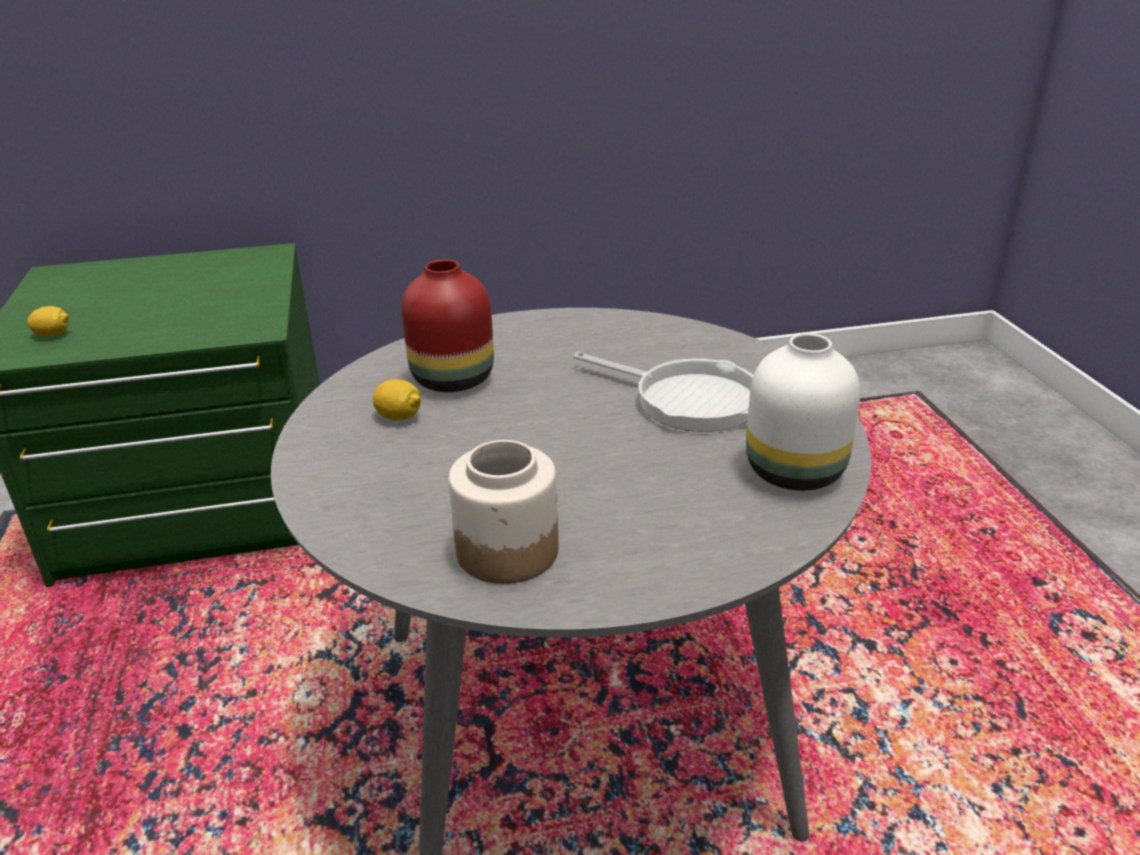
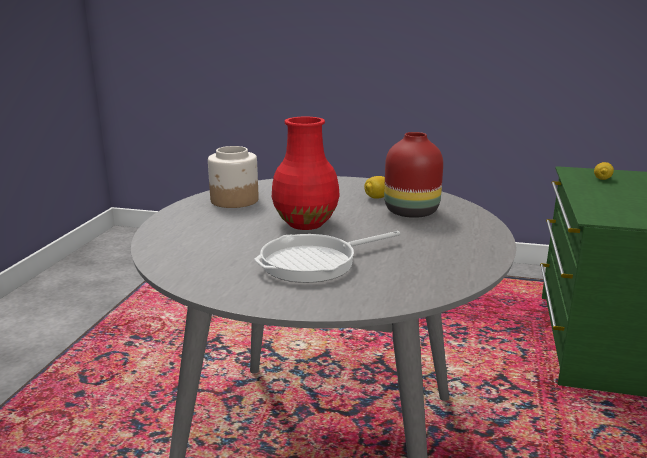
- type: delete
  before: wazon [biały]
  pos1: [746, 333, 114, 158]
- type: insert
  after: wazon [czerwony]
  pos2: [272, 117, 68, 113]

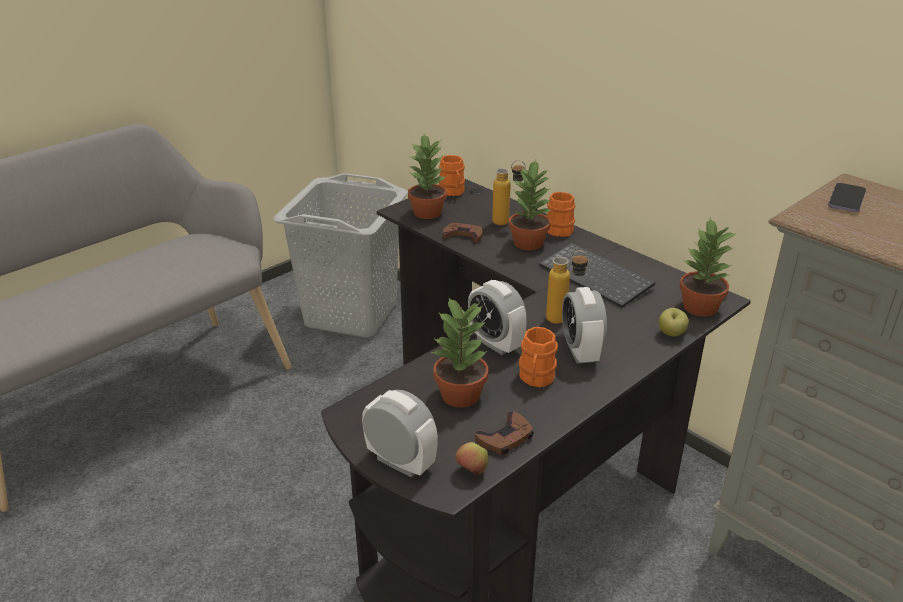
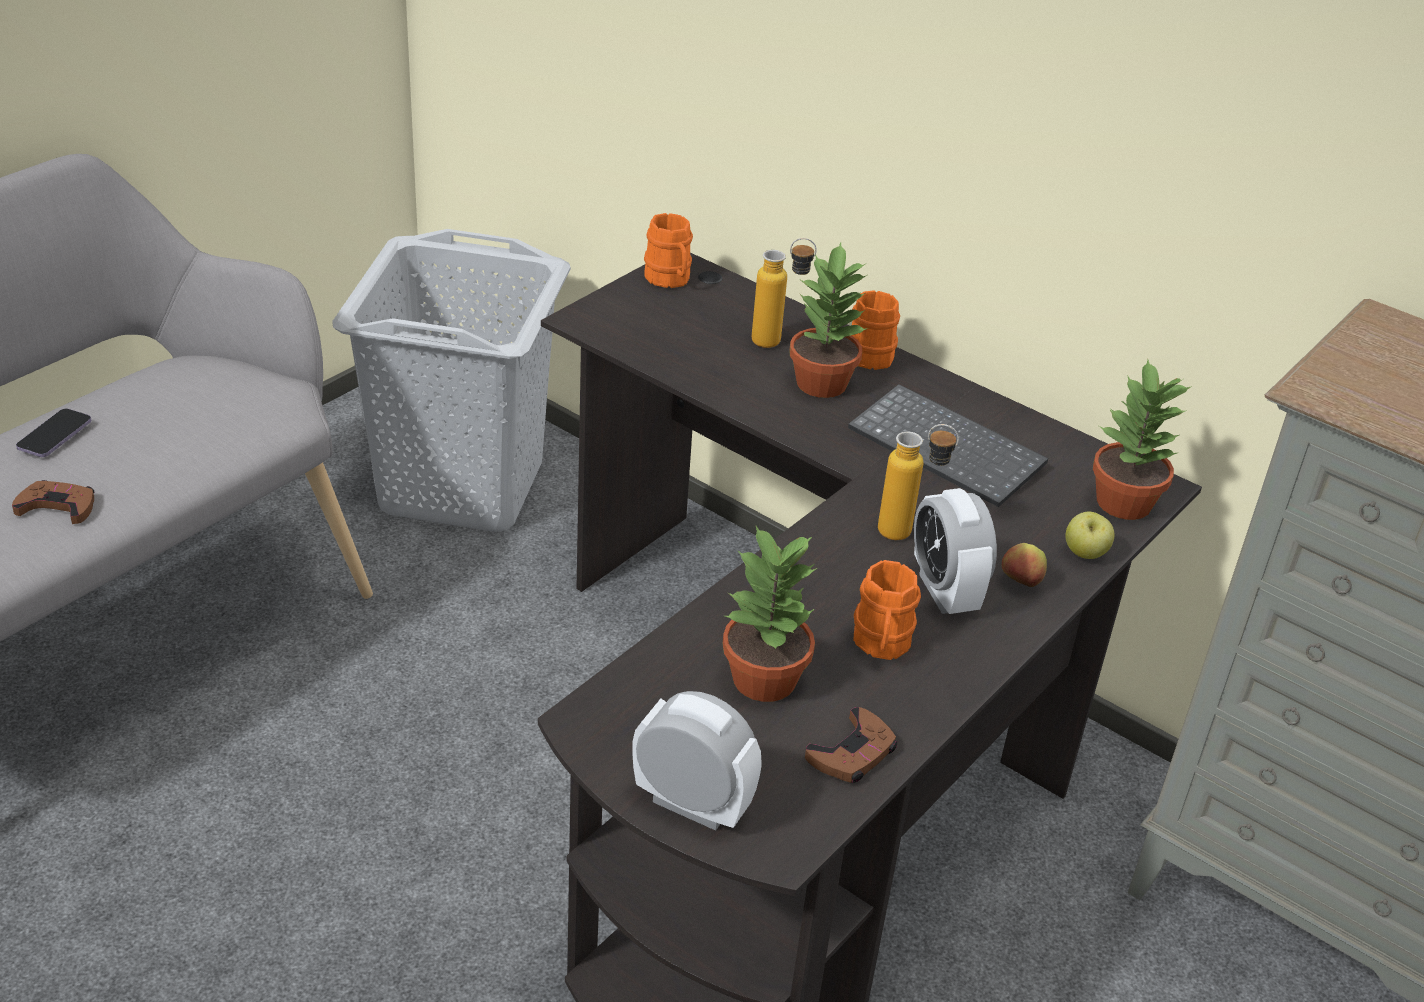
- type: delete
  before: roślina doniczkowa
  pos1: [408, 134, 39, 85]
- type: move
  before: pad do gier [brązowy]
  pos1: [443, 223, 39, 19]
  pos2: [12, 480, 82, 44]
- type: move
  before: jabłko
  pos1: [455, 442, 33, 33]
  pos2: [1002, 543, 45, 44]
- type: delete
  before: budzik
  pos1: [468, 280, 59, 75]
- type: move
  before: telefon
  pos1: [828, 183, 38, 29]
  pos2: [16, 409, 76, 48]

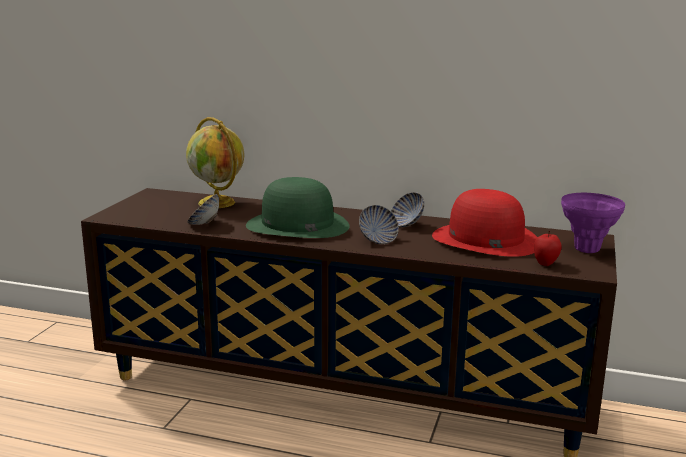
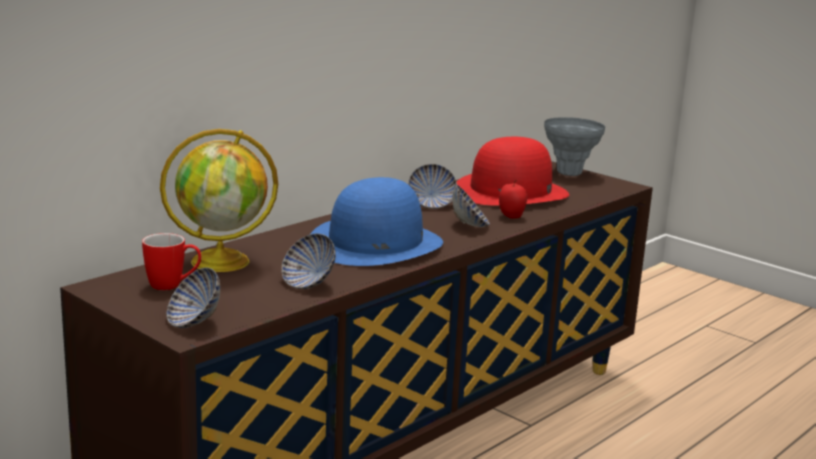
- type: recolor
  before: kapelusz [zielony]
  after: kapelusz [niebieski]
  pos1: [246, 177, 103, 61]
  pos2: [311, 177, 132, 89]
- type: move
  before: jabłko
  pos1: [534, 231, 28, 35]
  pos2: [499, 180, 28, 39]
- type: recolor
  before: wazon [fioletowy]
  after: wazon [szary]
  pos1: [561, 193, 64, 60]
  pos2: [544, 117, 61, 59]
- type: insert
  after: kubek
  pos2: [142, 233, 59, 57]
- type: insert
  after: miska
  pos2: [167, 267, 53, 61]

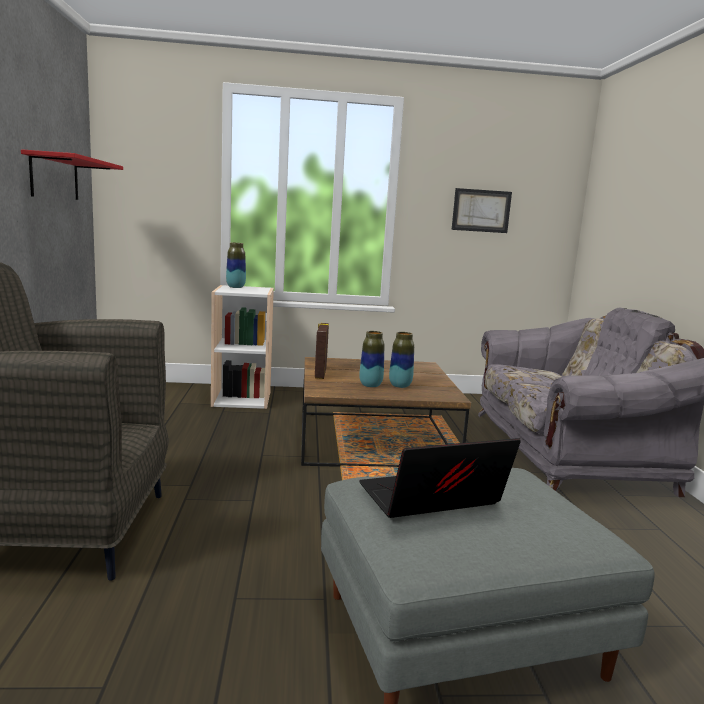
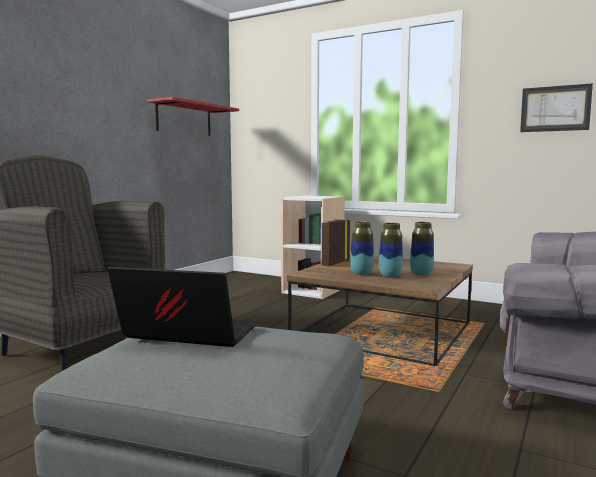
- type: move
  before: wazon
  pos1: [226, 243, 20, 45]
  pos2: [410, 222, 24, 54]

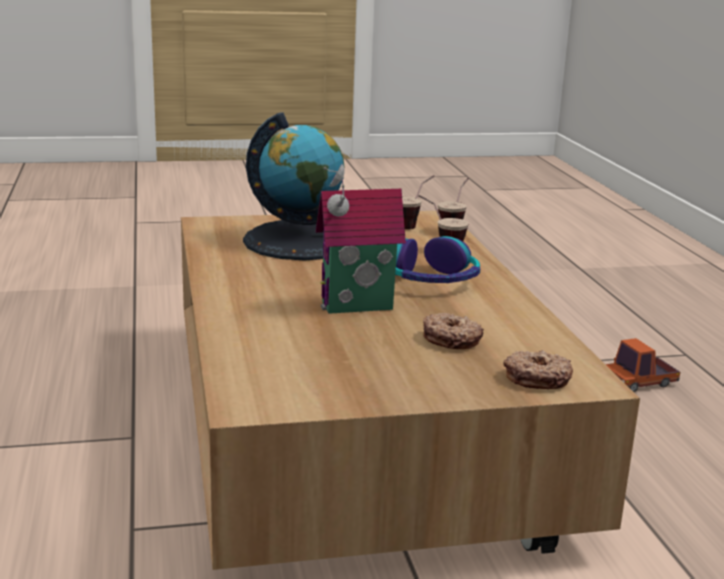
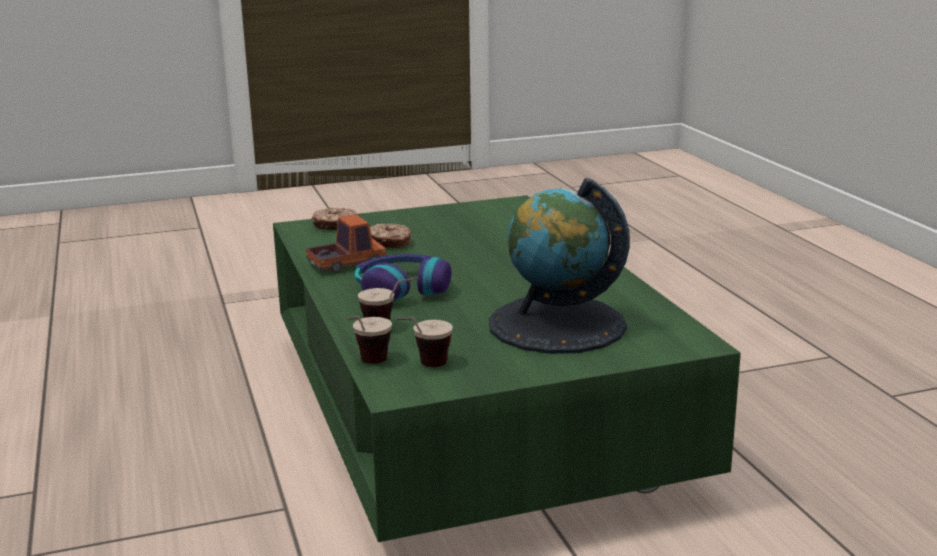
- type: recolor
  before: ława [brązowy]
  after: ława [zielony]
  pos1: [181, 211, 459, 359]
  pos2: [273, 195, 468, 347]
- type: delete
  before: domek
  pos1: [316, 164, 90, 150]
- type: move
  before: ciężarówka zabawkowa
  pos1: [605, 338, 75, 54]
  pos2: [306, 214, 80, 59]

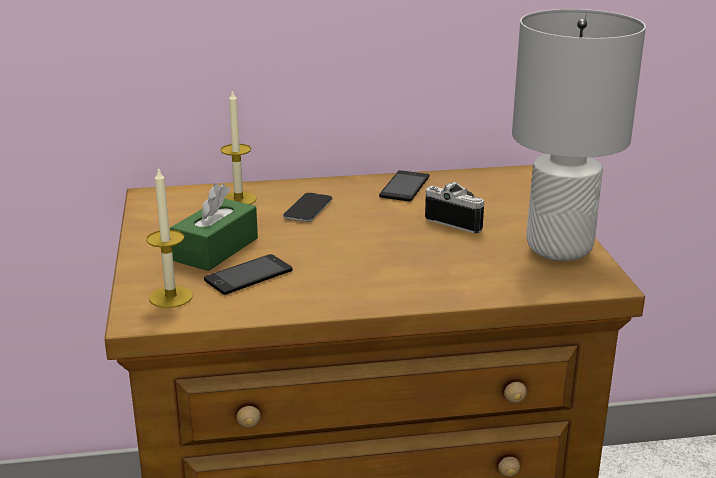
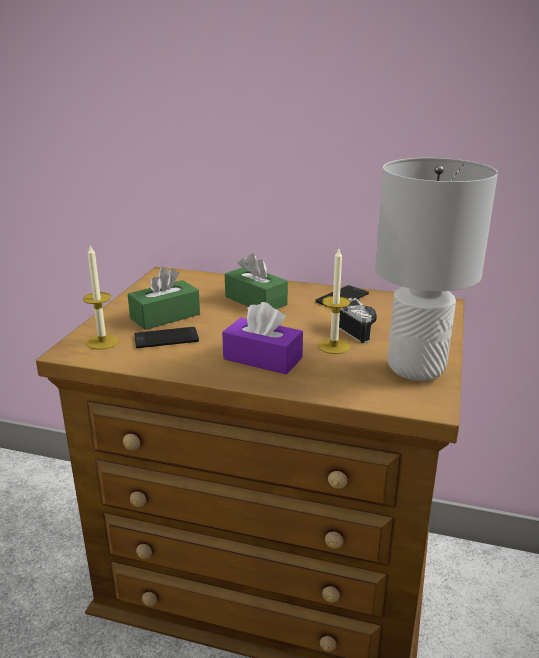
- type: move
  before: świeca
  pos1: [220, 89, 36, 116]
  pos2: [318, 249, 32, 105]
- type: replace
  before: telefon
  after: pudełko chusteczek [zielony]
  pos1: [283, 193, 49, 29]
  pos2: [225, 253, 63, 56]
- type: insert
  after: pudełko chusteczek [fioletowy]
  pos2: [222, 302, 81, 73]

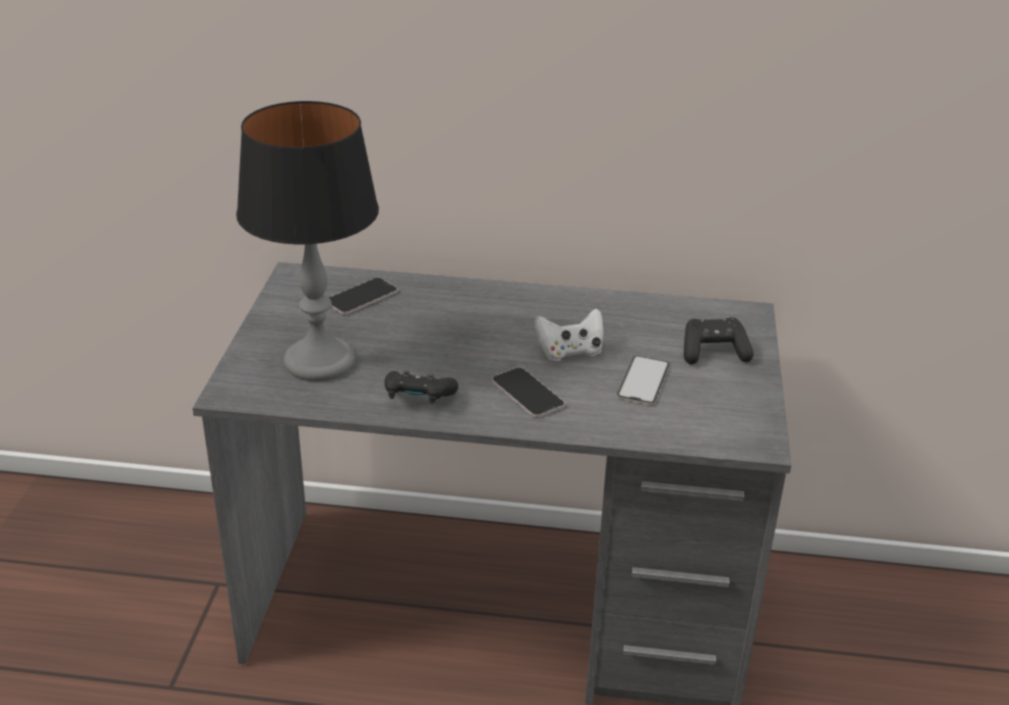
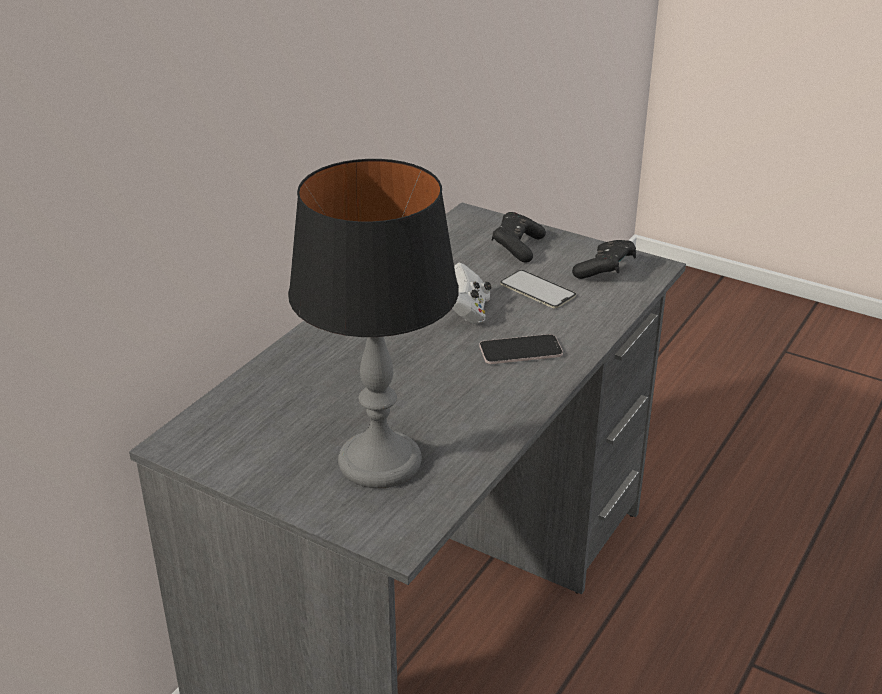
- type: delete
  before: telefon
  pos1: [329, 277, 69, 37]
- type: move
  before: pad do gier [czarny]
  pos1: [384, 370, 74, 34]
  pos2: [572, 240, 64, 39]

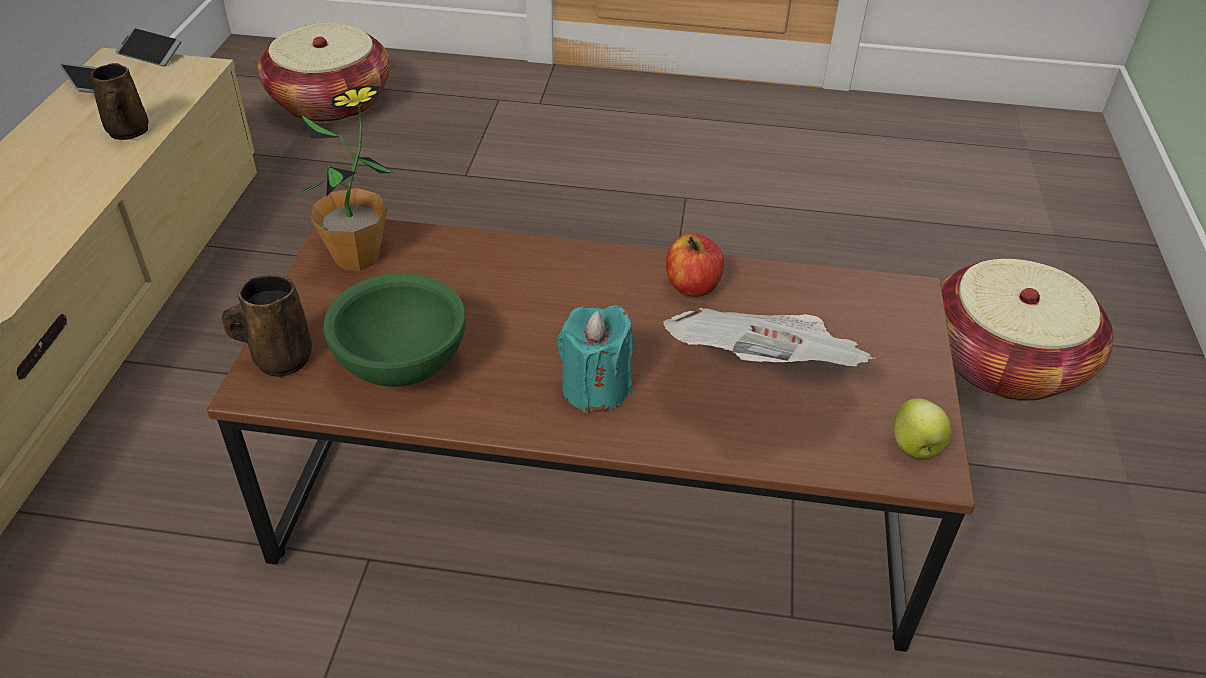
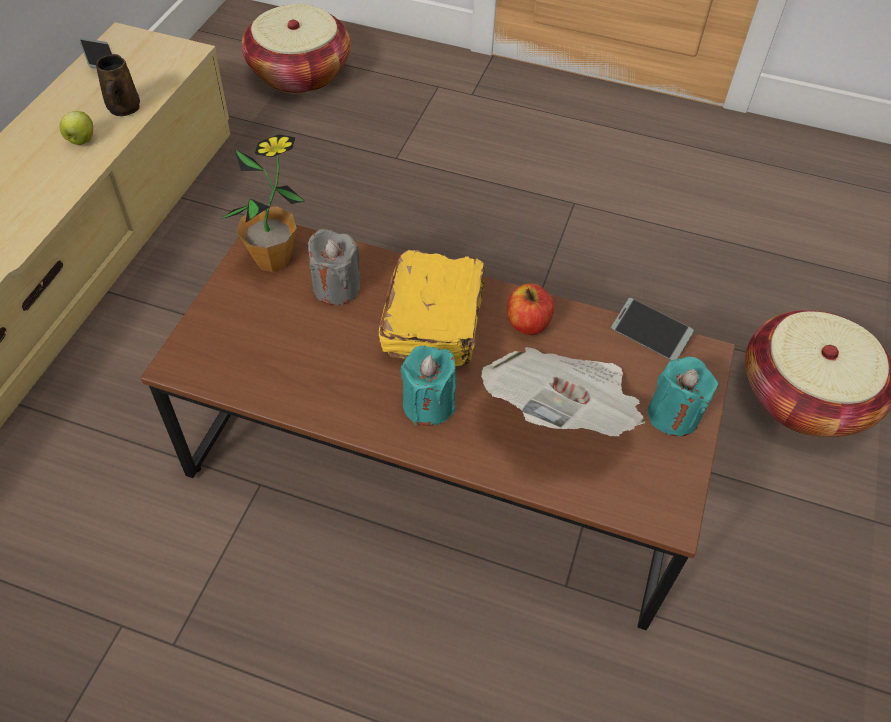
- type: move
  before: telefon
  pos1: [115, 28, 66, 39]
  pos2: [611, 298, 83, 62]
- type: delete
  before: kubek [brązowy]
  pos1: [222, 275, 90, 102]
- type: delete
  before: miska [zielony]
  pos1: [323, 273, 143, 114]
- type: move
  before: jabłko
  pos1: [894, 398, 58, 61]
  pos2: [59, 111, 34, 34]
- type: insert
  after: świeca [szary]
  pos2: [308, 229, 53, 77]
- type: insert
  after: książka [żółty]
  pos2: [379, 250, 106, 116]
- type: insert
  after: świeca [turkusowy]
  pos2: [648, 357, 70, 79]

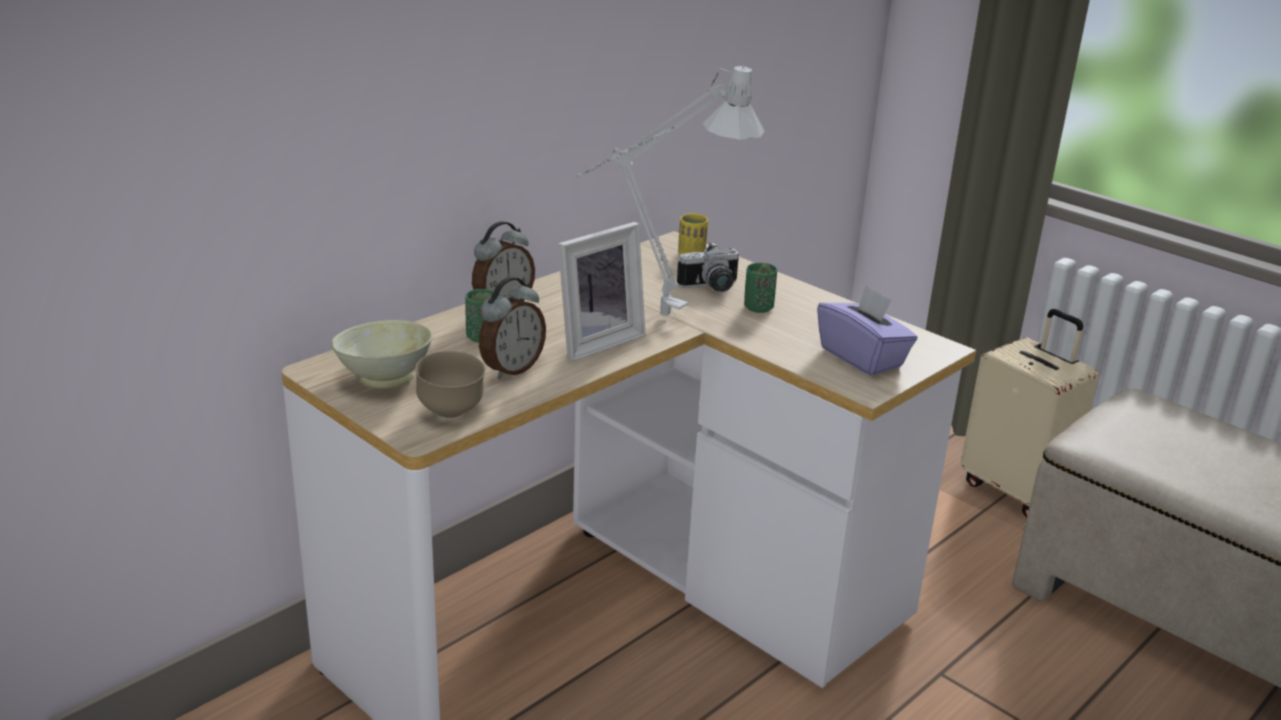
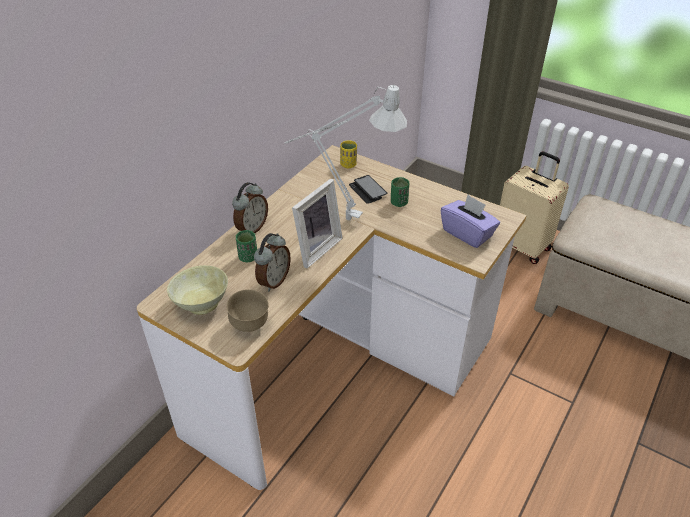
- type: replace
  before: aparat fotograficzny
  after: telefon
  pos1: [677, 242, 62, 50]
  pos2: [349, 175, 38, 29]

